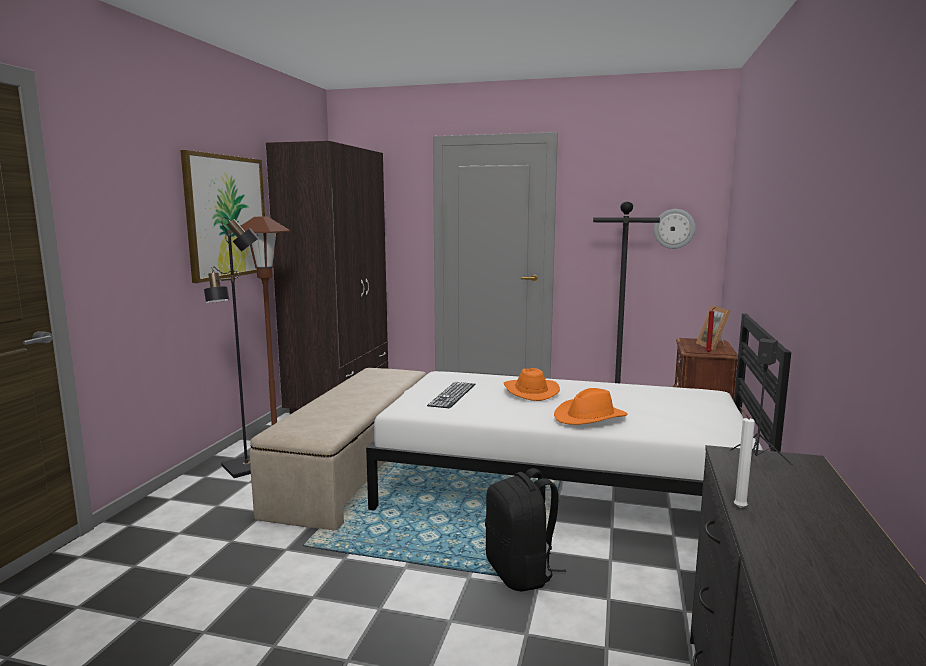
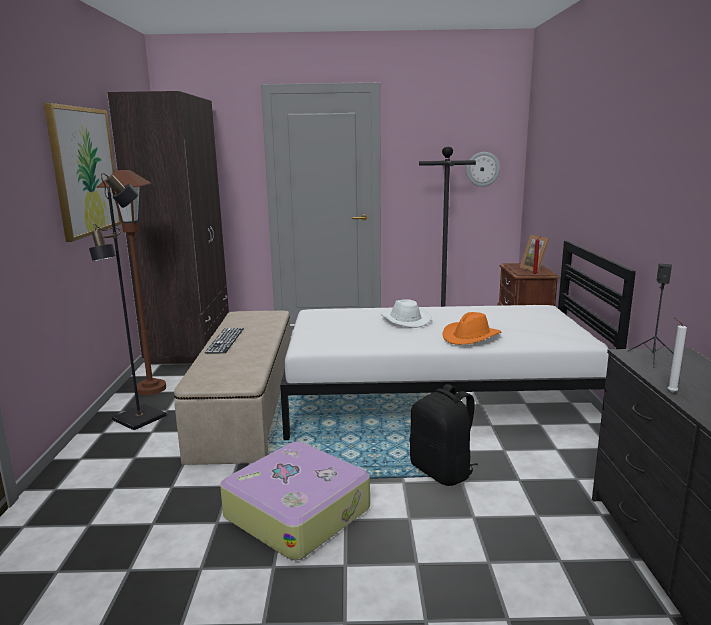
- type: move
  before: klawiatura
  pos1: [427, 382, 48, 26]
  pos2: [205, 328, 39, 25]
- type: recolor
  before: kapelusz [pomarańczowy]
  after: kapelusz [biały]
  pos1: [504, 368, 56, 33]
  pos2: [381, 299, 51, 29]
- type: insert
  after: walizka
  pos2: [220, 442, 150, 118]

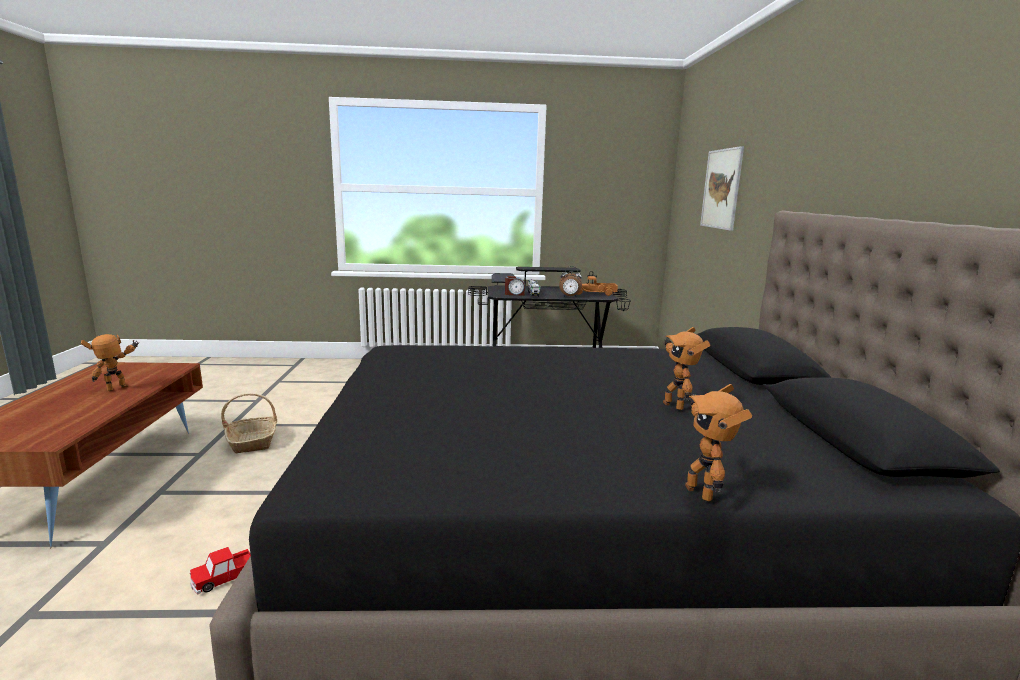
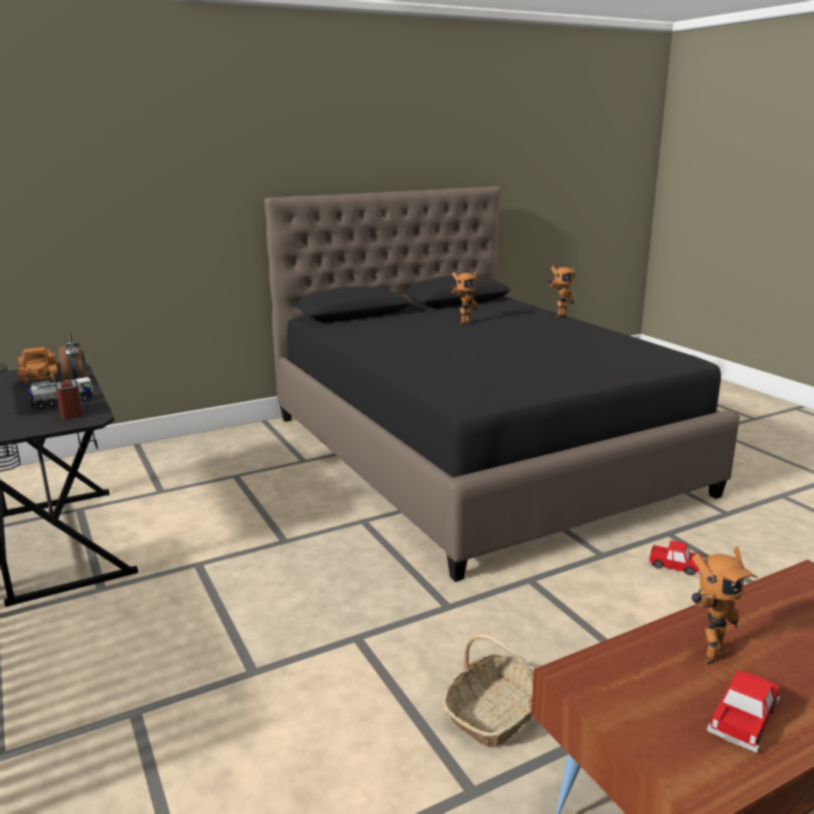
- type: rotate
  before: robot zabawkowy
  pos1: [81, 334, 58, 57]
  pos2: [692, 547, 65, 118]
  turn: -60
- type: delete
  before: obraz
  pos1: [700, 146, 44, 85]
- type: insert
  after: samochodzik
  pos2: [707, 670, 73, 83]

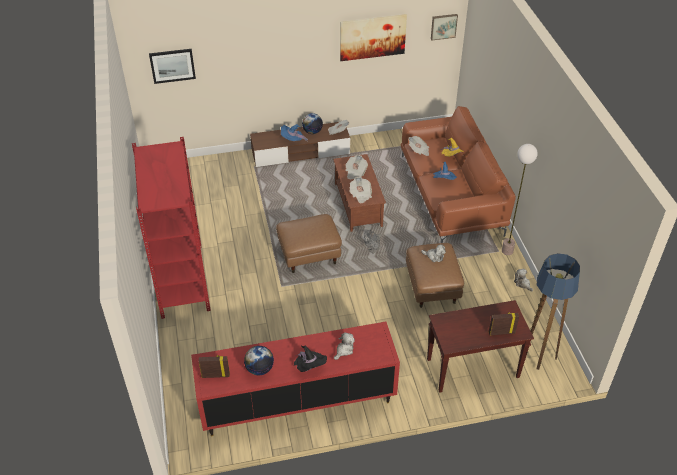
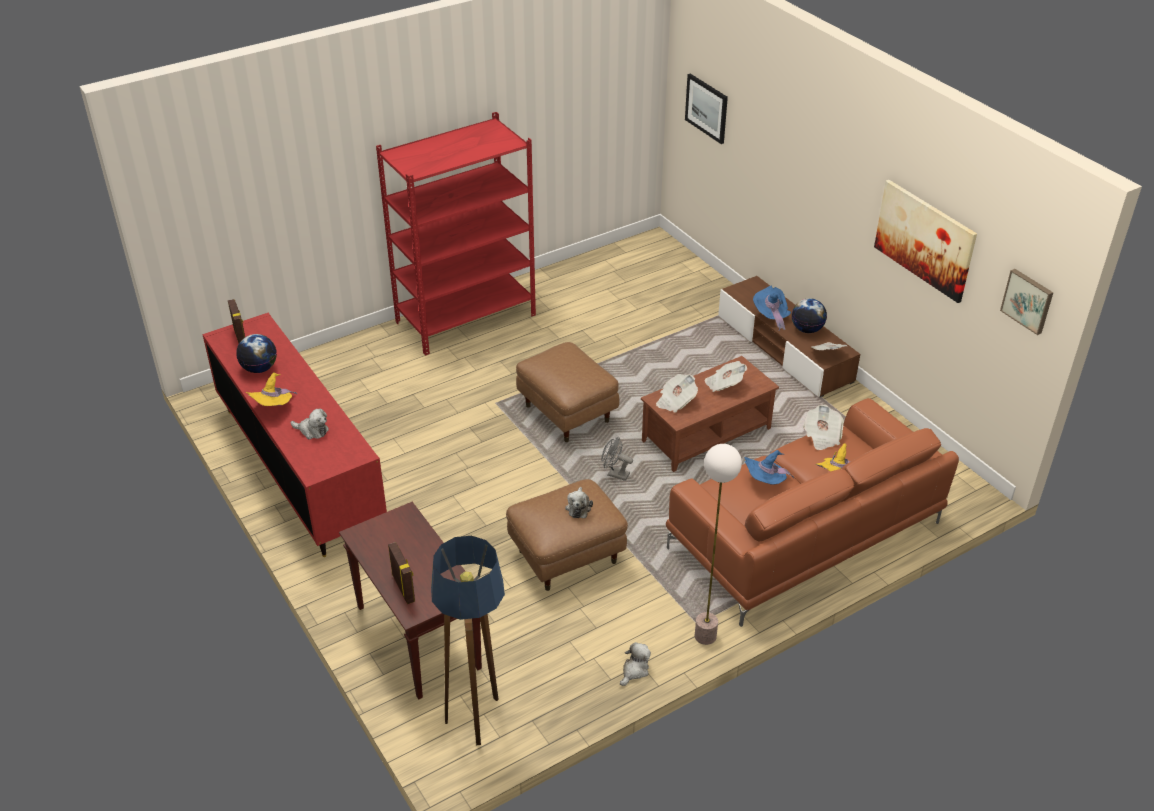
- type: recolor
  before: kapelusz [czarny]
  after: kapelusz [żółty]
  pos1: [294, 346, 33, 26]
  pos2: [245, 372, 52, 34]

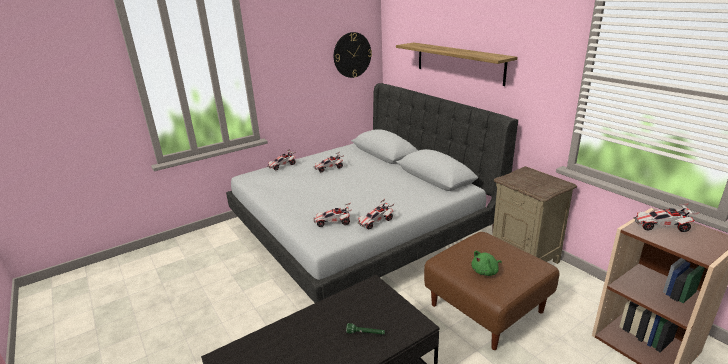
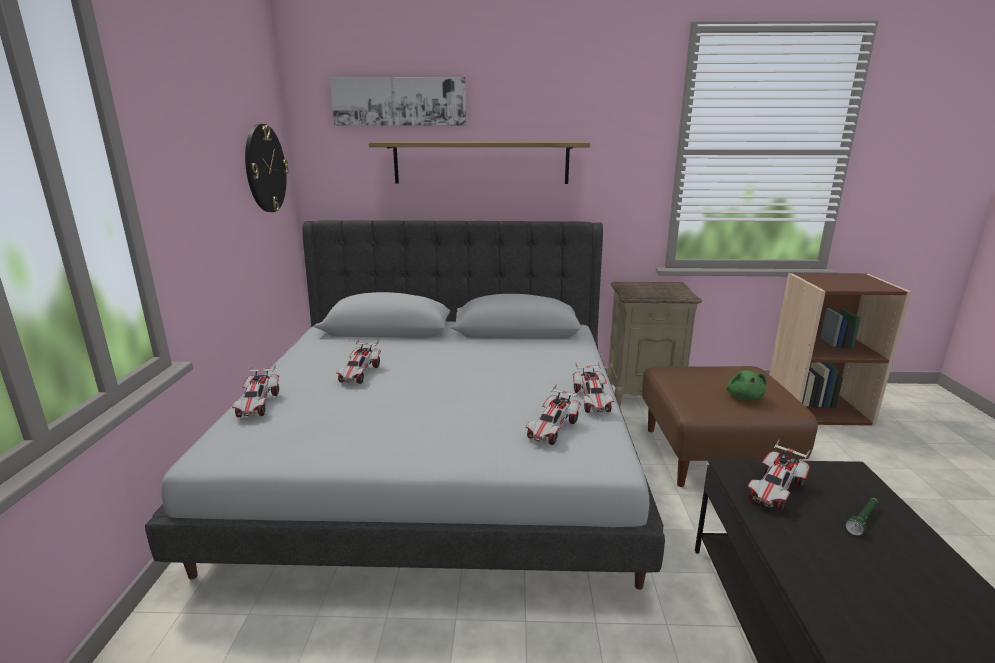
- type: move
  before: samochodzik
  pos1: [633, 203, 66, 29]
  pos2: [748, 440, 62, 71]
- type: insert
  after: obraz
  pos2: [330, 77, 136, 49]

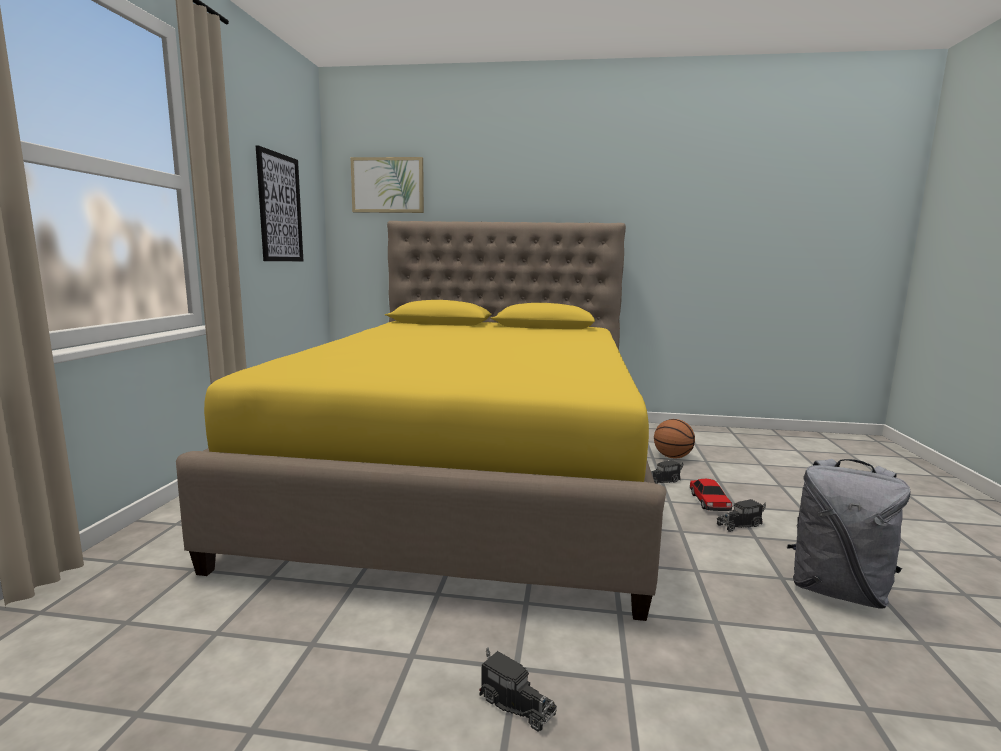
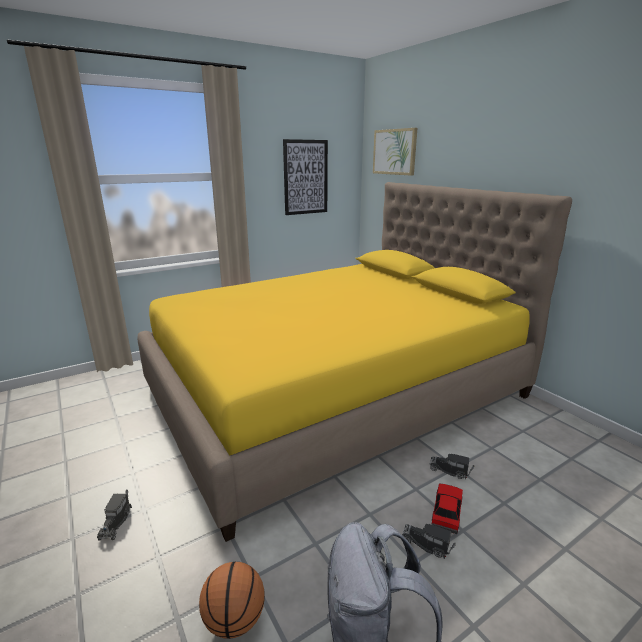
- type: move
  before: piłka do koszykówki
  pos1: [654, 419, 41, 39]
  pos2: [199, 562, 66, 77]
- type: rotate
  before: samochodzik
  pos1: [690, 479, 42, 32]
  pos2: [432, 484, 31, 50]
  turn: 150

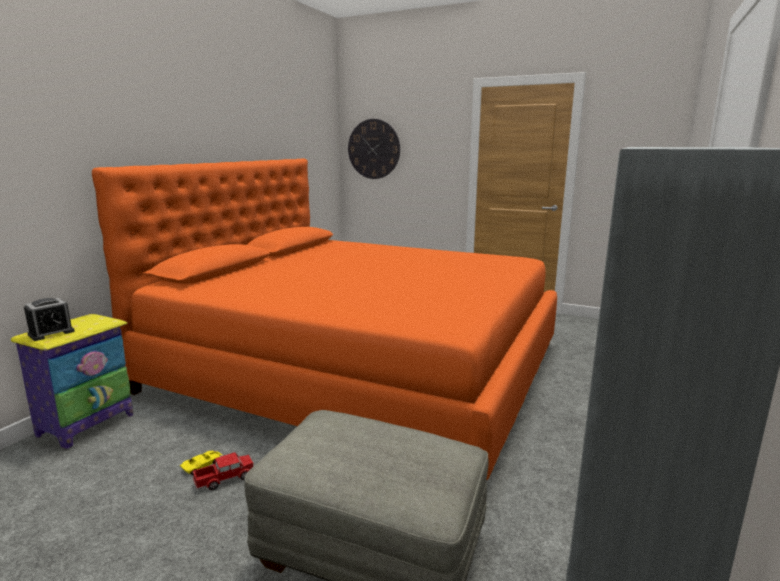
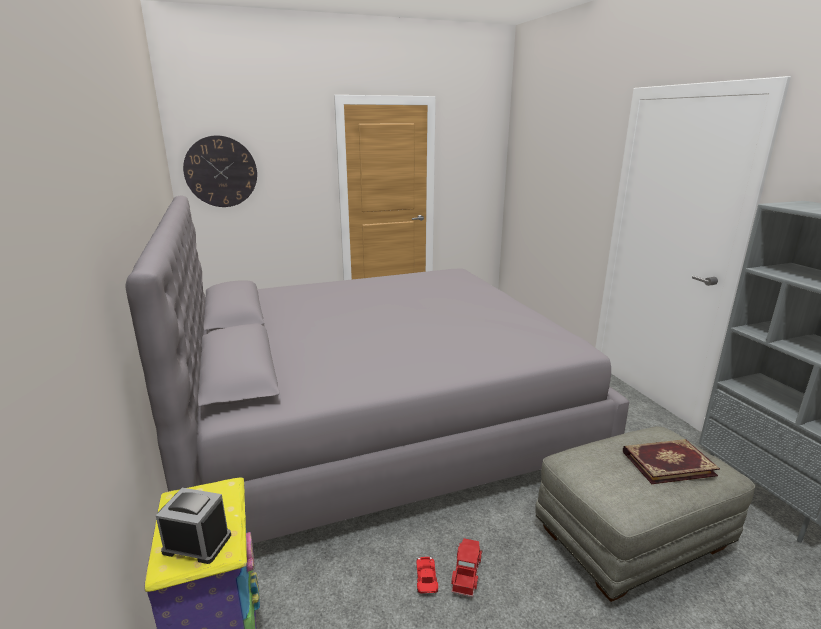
- type: rotate
  before: budzik
  pos1: [24, 298, 51, 43]
  pos2: [156, 488, 75, 76]
  turn: -75
- type: recolor
  before: łóżko [pomarańczowy]
  after: łóżko [szary]
  pos1: [92, 158, 465, 322]
  pos2: [125, 195, 504, 349]
- type: recolor
  before: samochodzik [żółty]
  after: samochodzik [czerwony]
  pos1: [180, 451, 42, 24]
  pos2: [416, 557, 22, 36]
- type: insert
  after: książka
  pos2: [623, 439, 97, 45]

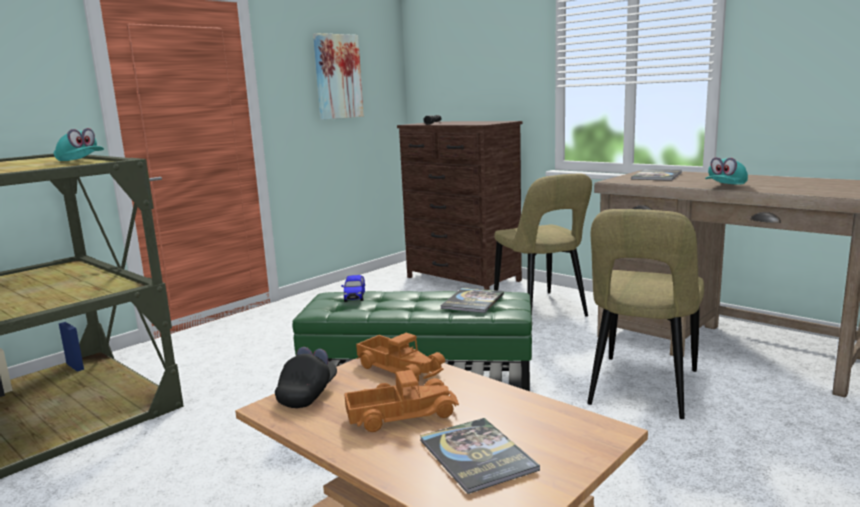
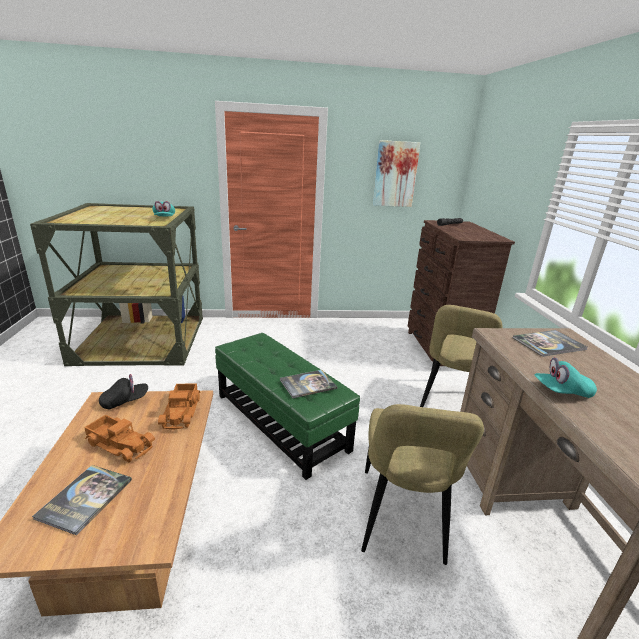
- type: delete
  before: samochodzik
  pos1: [342, 275, 23, 27]
- type: rotate
  before: krzesło [beżowy]
  pos1: [587, 209, 117, 210]
  pos2: [361, 404, 123, 161]
  turn: -60

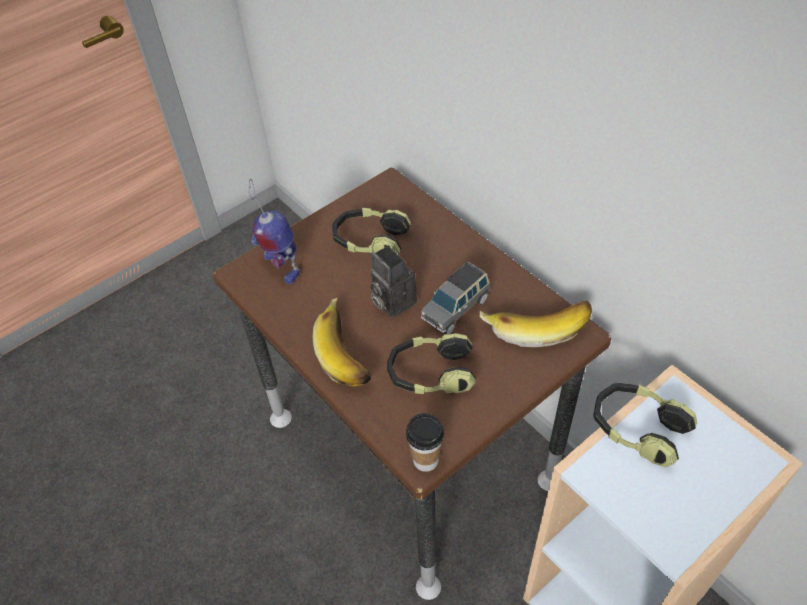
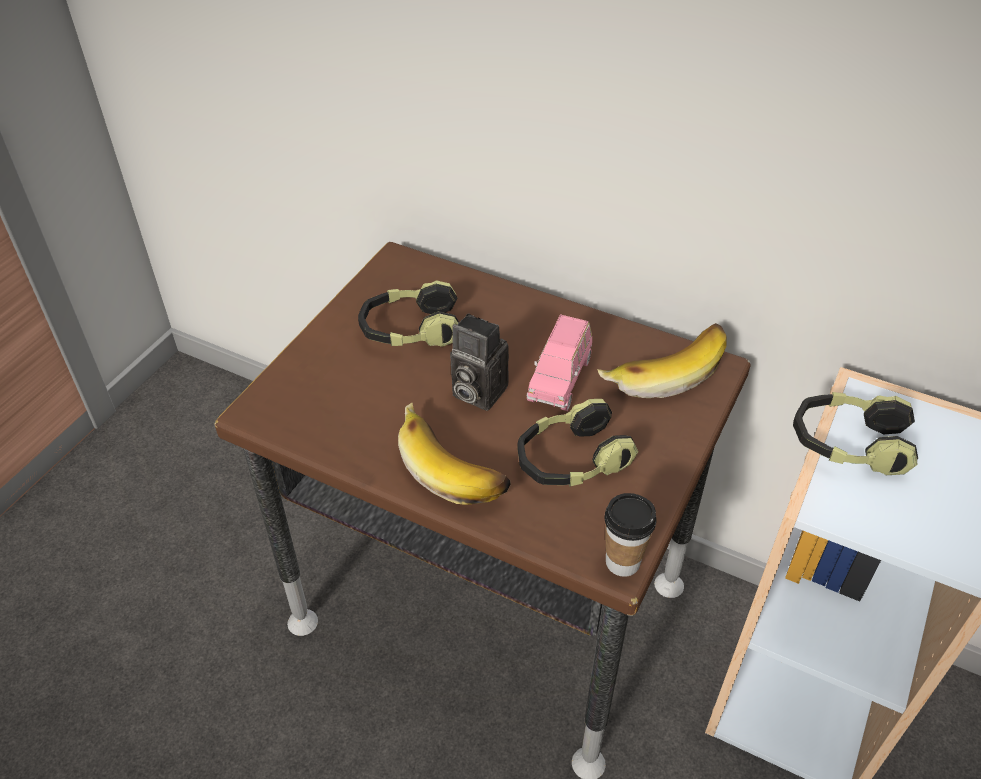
- type: delete
  before: robot zabawkowy
  pos1: [248, 179, 52, 105]
- type: recolor
  before: samochodzik [szary]
  after: samochodzik [różowy]
  pos1: [421, 262, 69, 73]
  pos2: [527, 314, 65, 97]

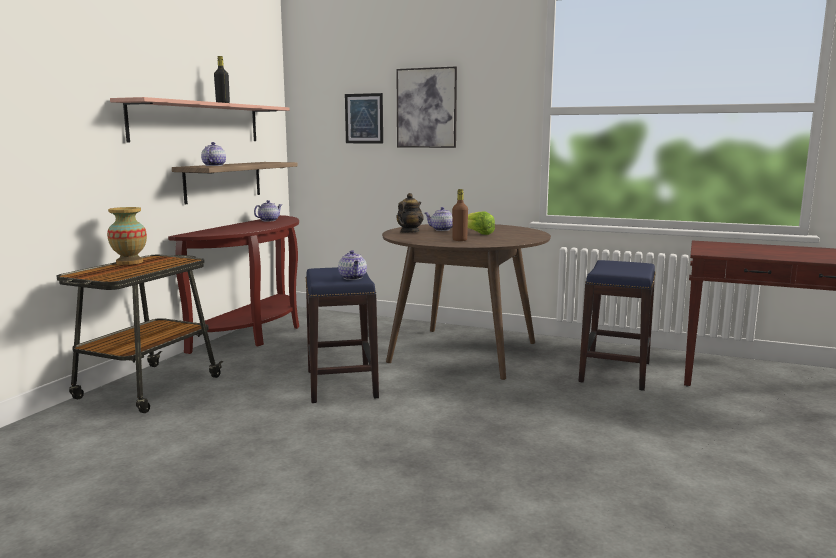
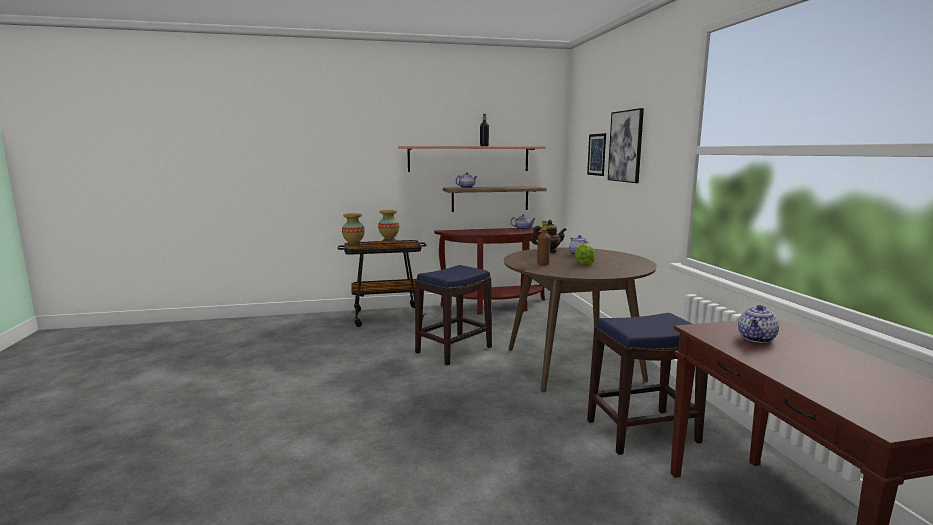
- type: move
  before: imbryk
  pos1: [338, 250, 29, 30]
  pos2: [738, 305, 41, 38]
- type: insert
  after: wazon
  pos2: [342, 213, 23, 36]

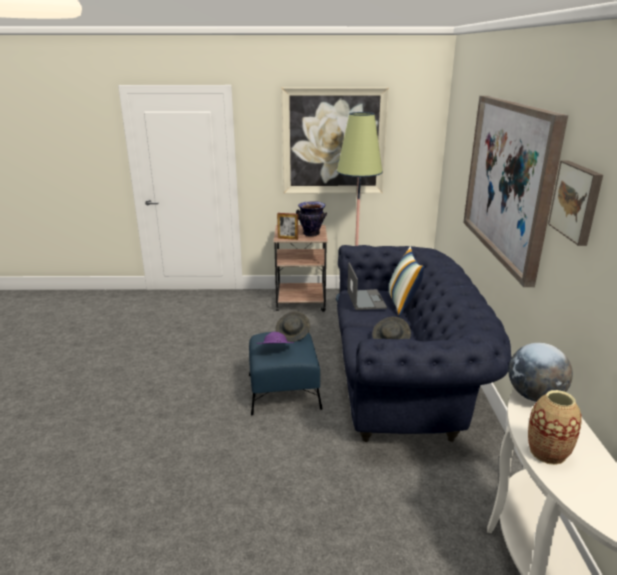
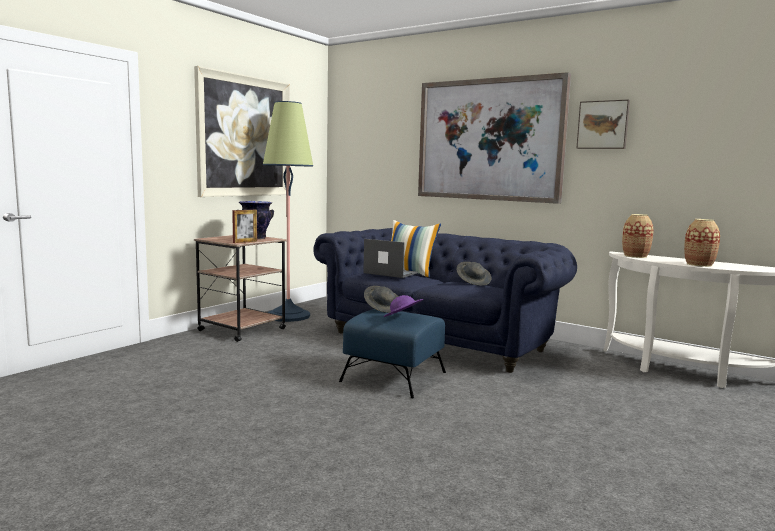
- type: replace
  before: globus
  after: wazon
  pos1: [508, 343, 65, 59]
  pos2: [622, 214, 32, 44]

